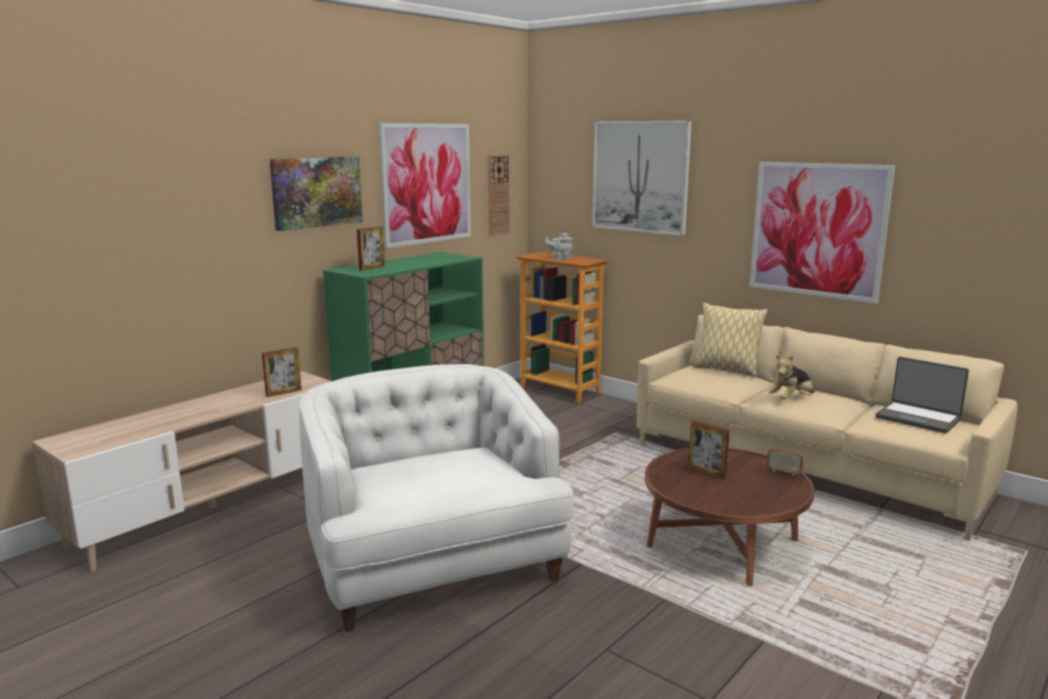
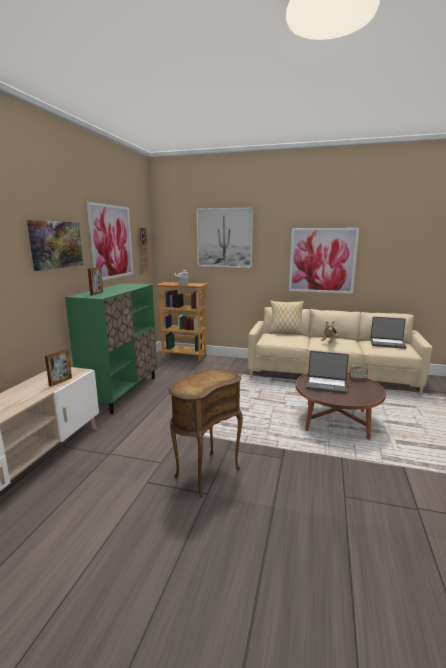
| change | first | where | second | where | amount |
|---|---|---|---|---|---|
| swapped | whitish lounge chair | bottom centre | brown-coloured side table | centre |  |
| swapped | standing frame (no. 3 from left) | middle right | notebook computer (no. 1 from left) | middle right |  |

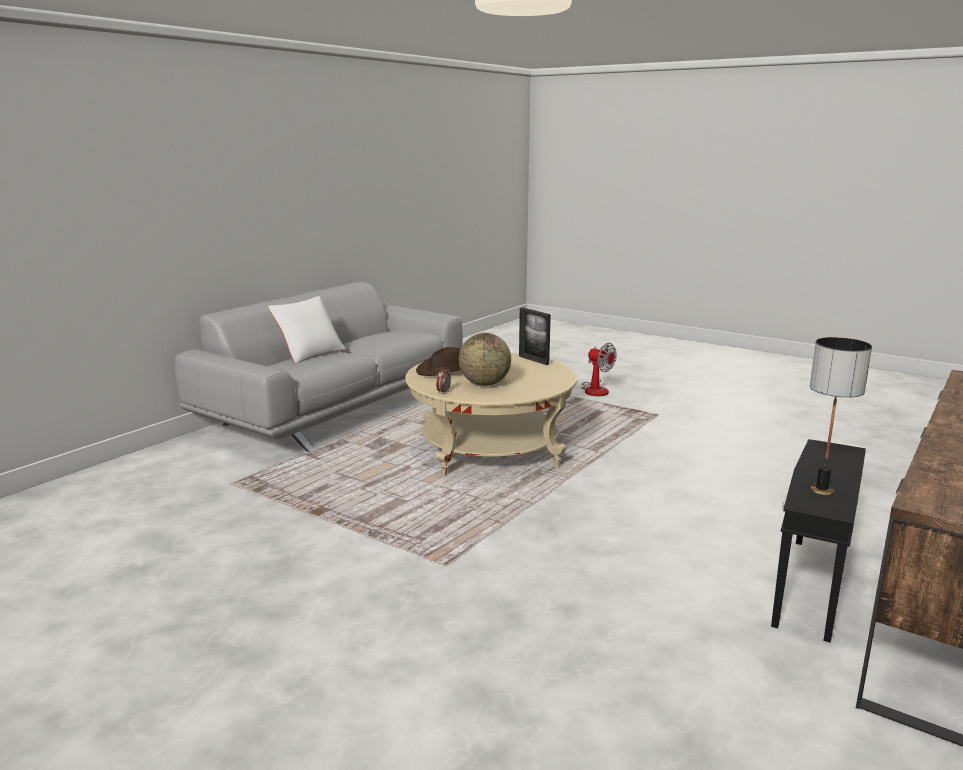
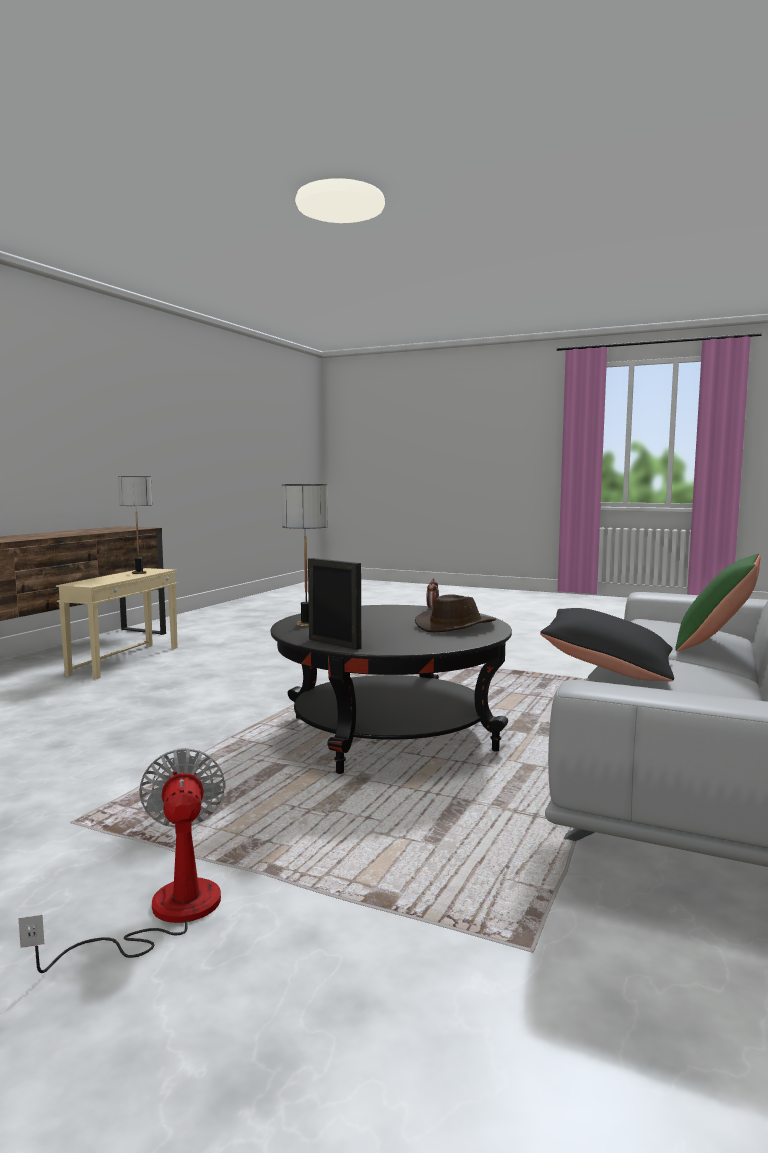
| change | first | where | second | where | amount |
|---|---|---|---|---|---|
| repainted | whitish pillow | middle left | green-coloured pillow | middle right |  |
| repainted | beige lounge table | centre | blackish lounge table | centre |  |
| gone | world globe | centre |  |  |  |
| rotated | fan | centre |  | bottom left | 45 degrees clockwise |
| repainted | blackish side table | bottom right | beige side table | middle left |  |
| new |  |  | lamp for a table (no. 2 from left) | centre |  |
| new |  |  | blackish pillow | middle right |  |

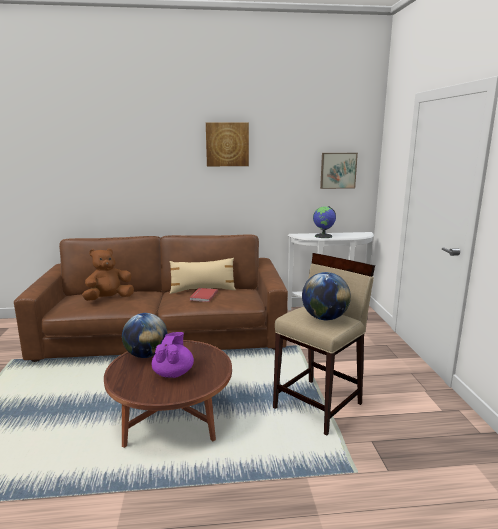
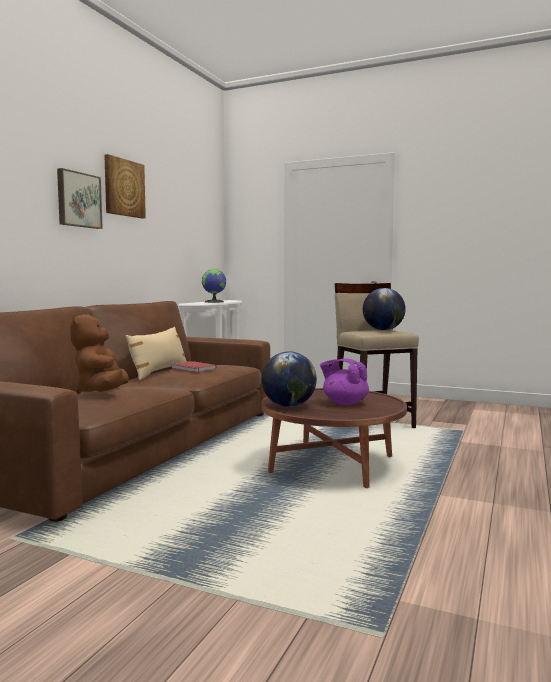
| change | first | where | second | where | amount |
|---|---|---|---|---|---|
| shifted | wall picture (no. 2 from left in the first image) | top right | wall picture (no. 1 from left) | top left |  |

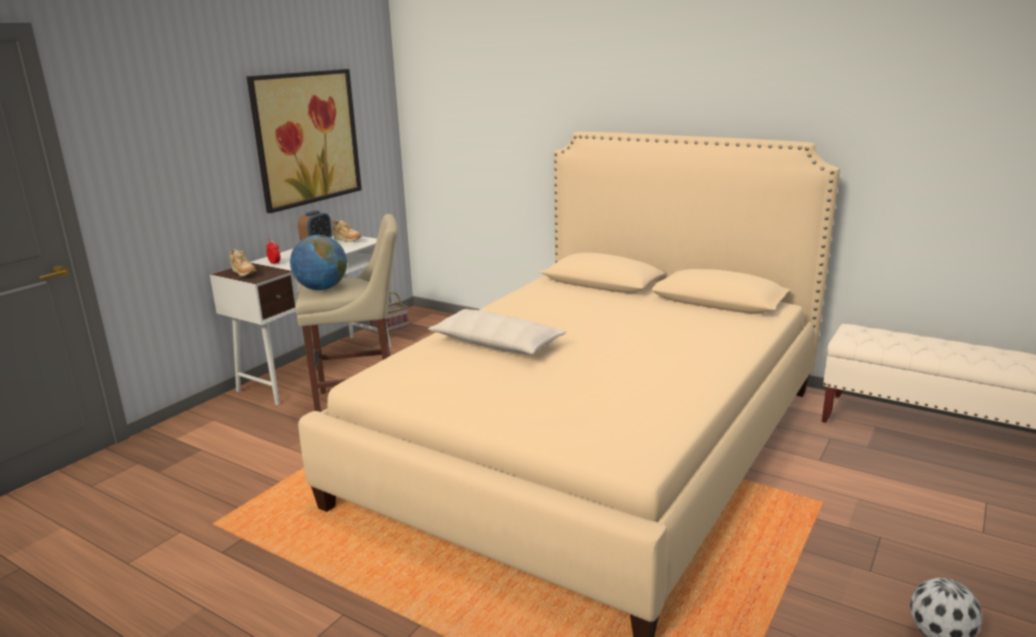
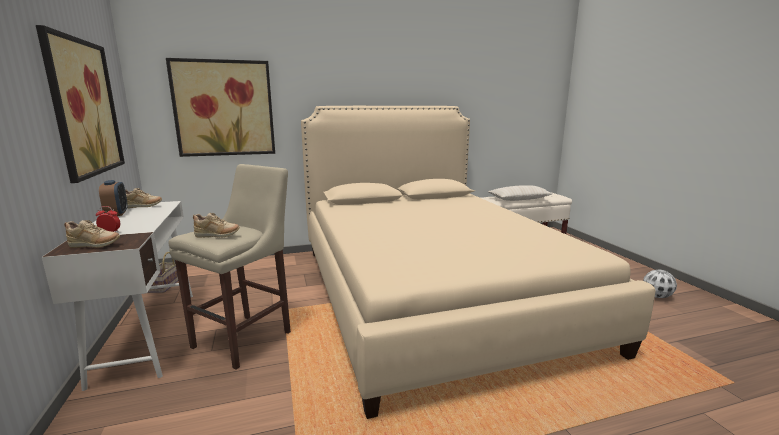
| change | first | where | second | where | amount |
|---|---|---|---|---|---|
| swapped | world globe | middle left | beige item of footwear (no. 3 from left) | middle left |  |
| shifted | beige pillow | centre |  | middle right |  |
| new |  |  | wall picture (no. 2 from left) | top left |  |

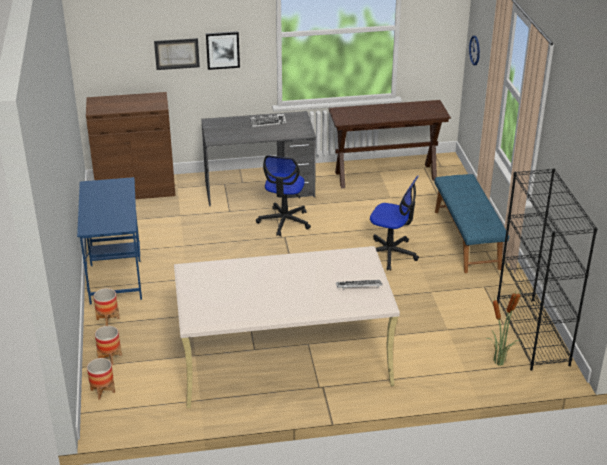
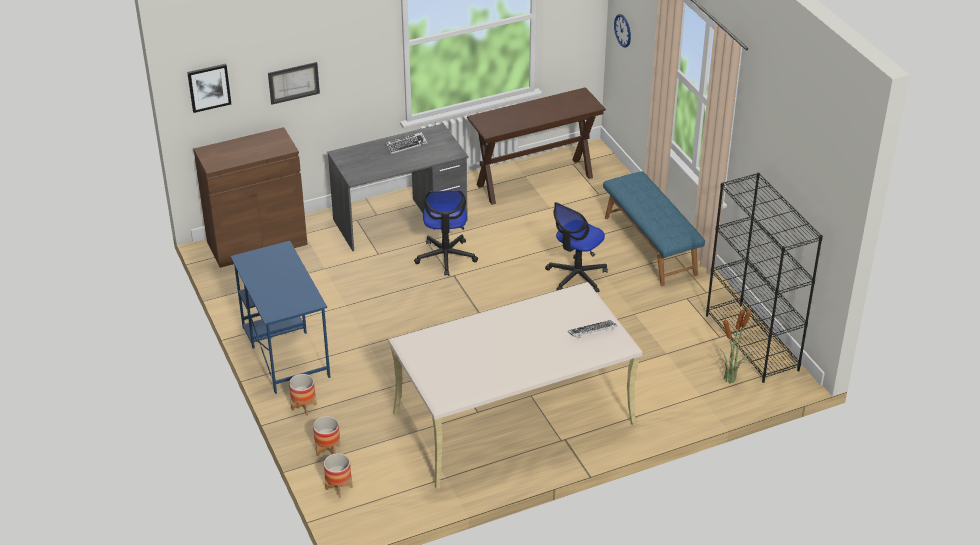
| change | first | where | second | where | amount |
|---|---|---|---|---|---|
| shifted | wall picture (no. 2 from left in the first image) | top centre | wall picture (no. 1 from left) | top left |  |
| rotated | office chair (no. 2 from left) | centre |  | centre | 120 degrees clockwise |

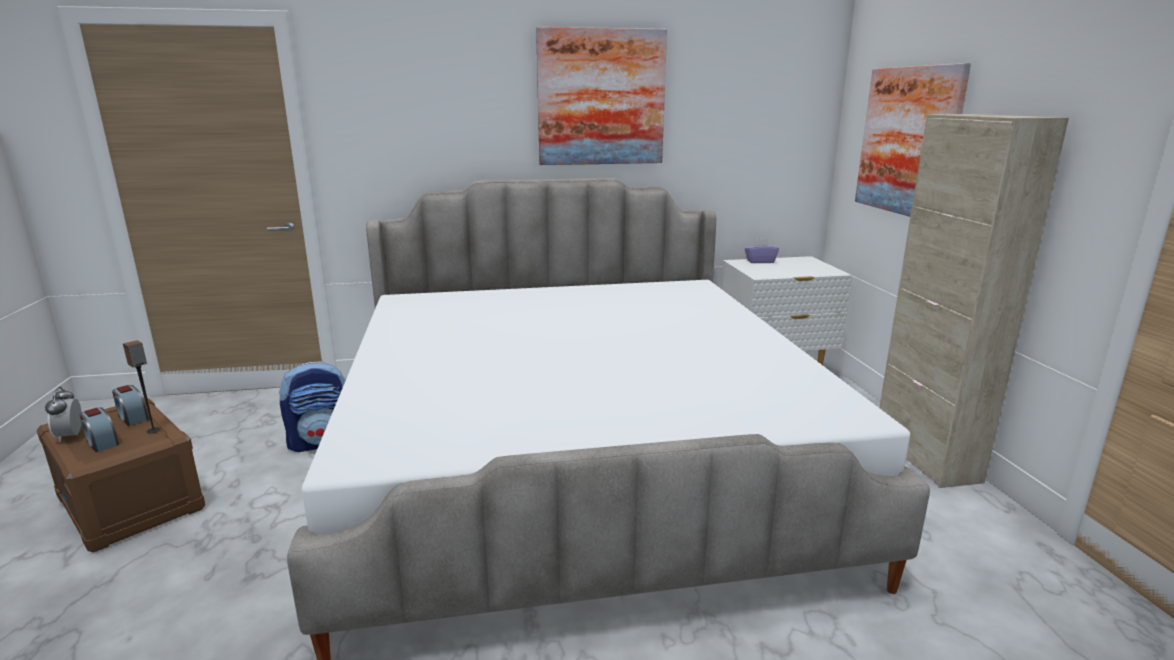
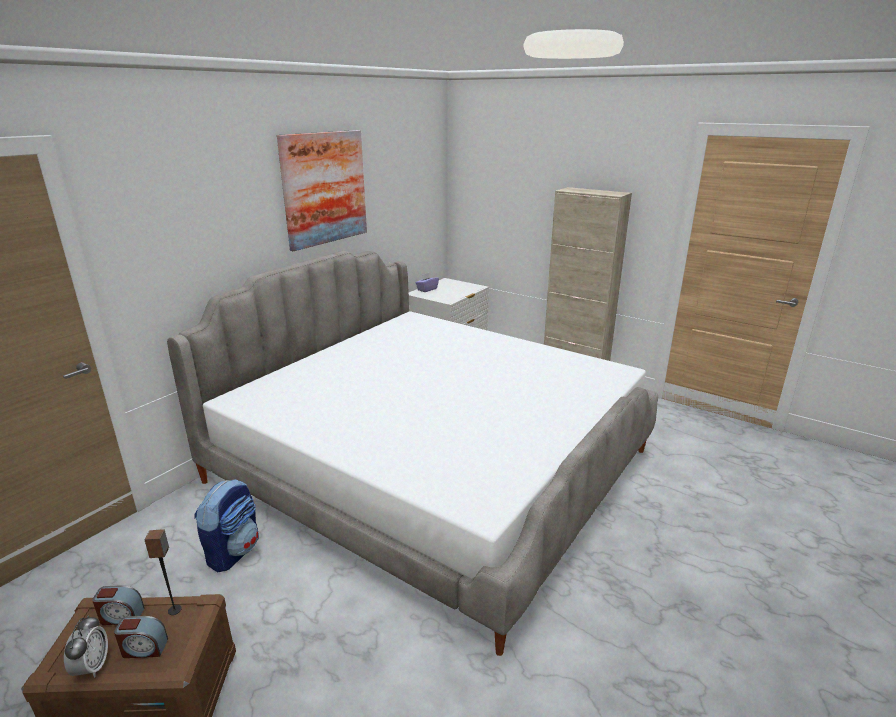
| change | first | where | second | where | amount |
|---|---|---|---|---|---|
| rotated | alarm clock (no. 1 from left) | middle left |  | bottom left | 120 degrees counterclockwise |
| gone | wall picture (no. 2 from left) | top right |  |  |  |

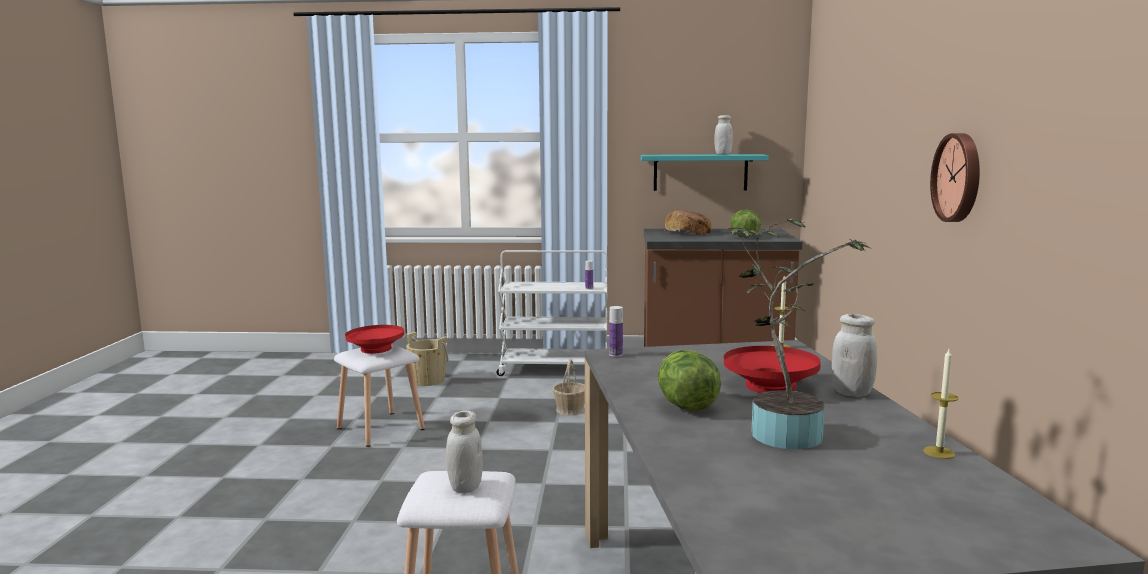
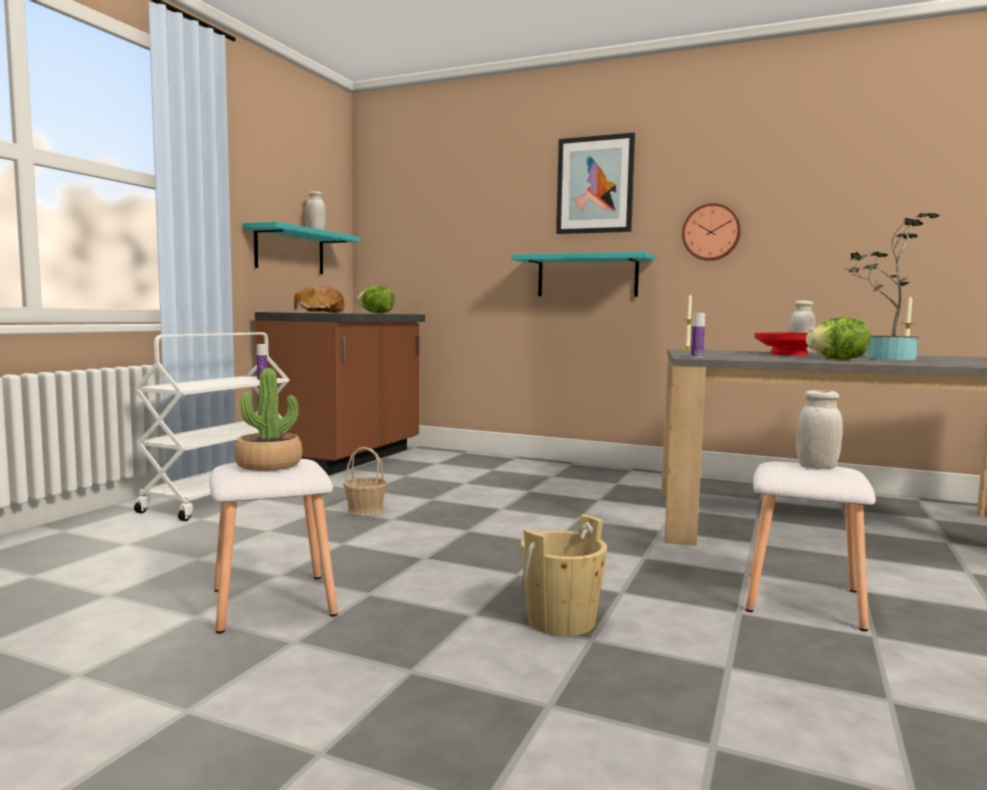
| change | first | where | second | where | amount |
|---|---|---|---|---|---|
| swapped | red bowl (no. 1 from left) | middle left | plant in a pot (no. 1 from left) | middle left |  |
| shifted | beige water bucket | centre |  | bottom centre |  |
| new |  |  | blue-green bracket shelf (no. 2 from left) | centre |  |
| new |  |  | wall picture | top centre |  |

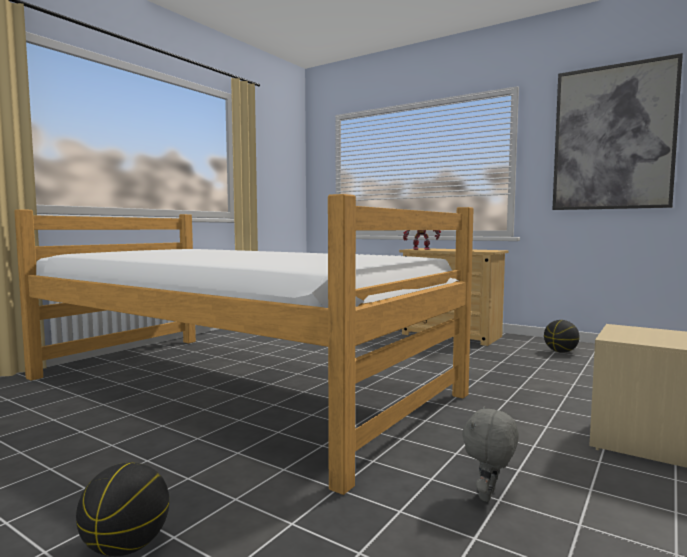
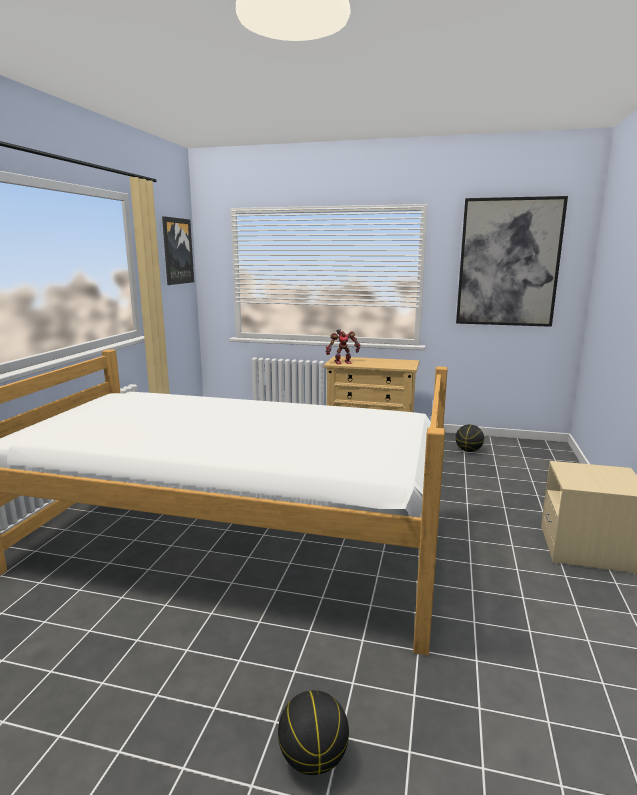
| change | first | where | second | where | amount |
|---|---|---|---|---|---|
| gone | gray soft toy | bottom right |  |  |  |
| new |  |  | wall picture (no. 1 from left) | top left |  |

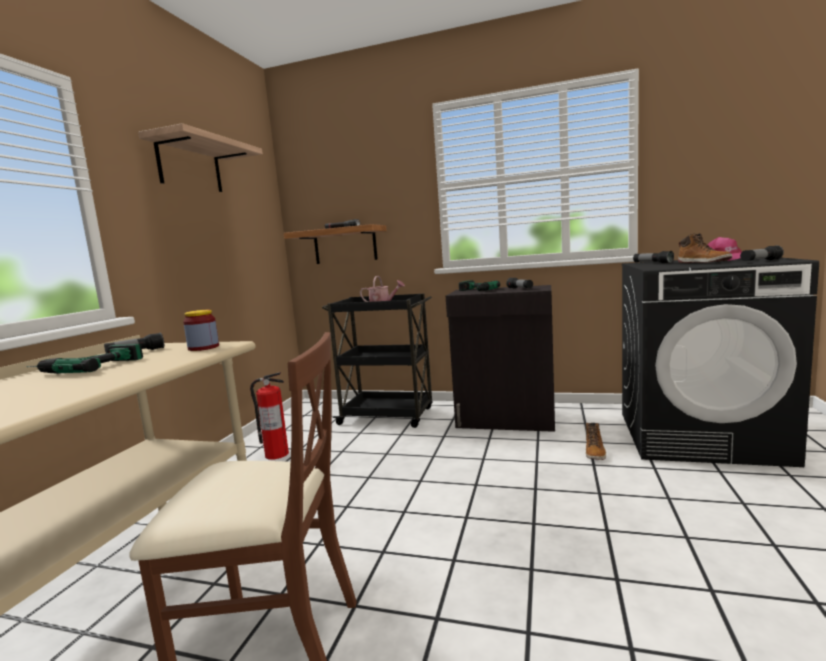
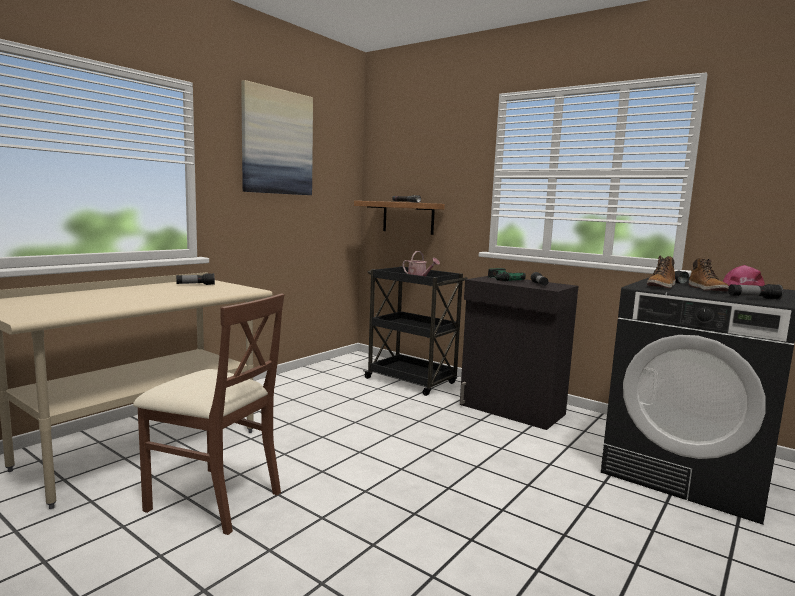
| change | first | where | second | where | amount |
|---|---|---|---|---|---|
| gone | power drill (no. 1 from left) | middle left |  |  |  |
| swapped | bracket shelf (no. 1 from left) | top left | wall picture | top centre |  |
| gone | storage jar | middle left |  |  |  |
| gone | fire-fighting cylinder | middle left |  |  |  |
| shifted | tall boot (no. 1 from left) | bottom right |  | middle right |  |

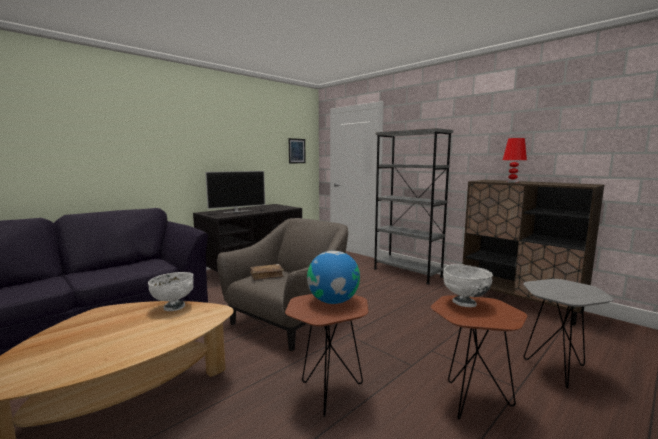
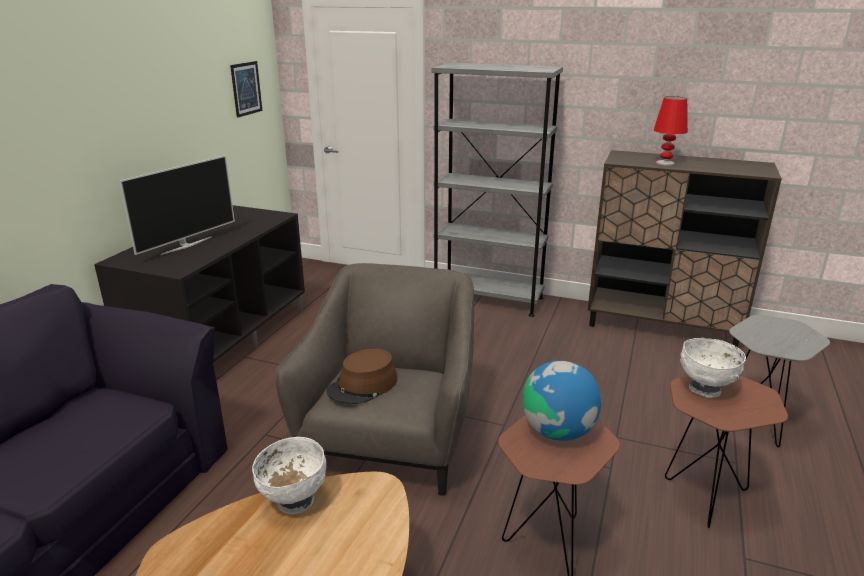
| change | first | where | second | where | amount |
|---|---|---|---|---|---|
| swapped | brown-coloured bound book | centre | brown-coloured hat | centre |  |

